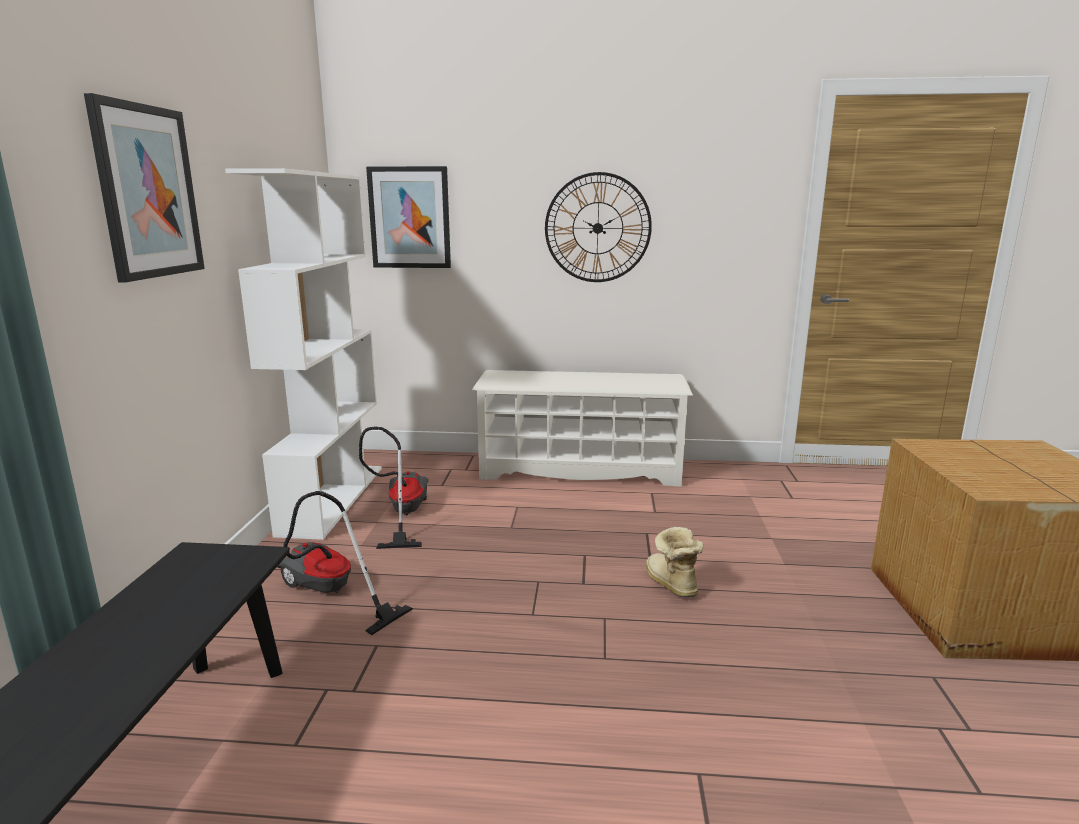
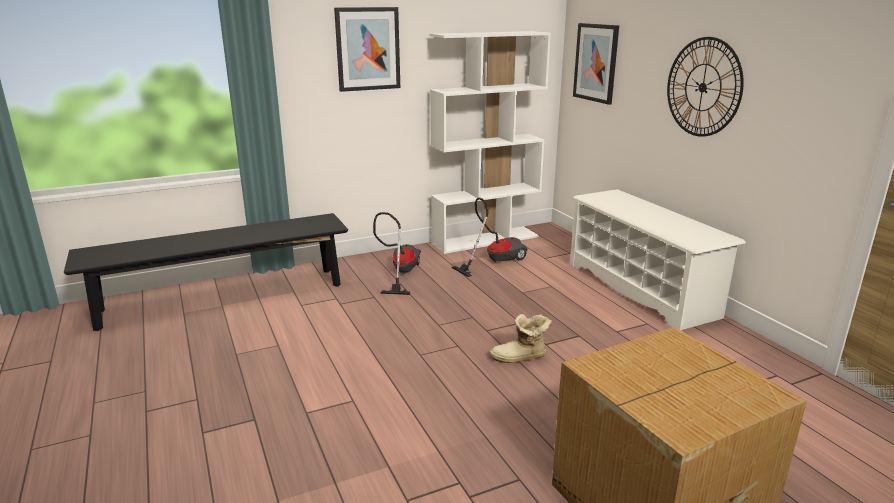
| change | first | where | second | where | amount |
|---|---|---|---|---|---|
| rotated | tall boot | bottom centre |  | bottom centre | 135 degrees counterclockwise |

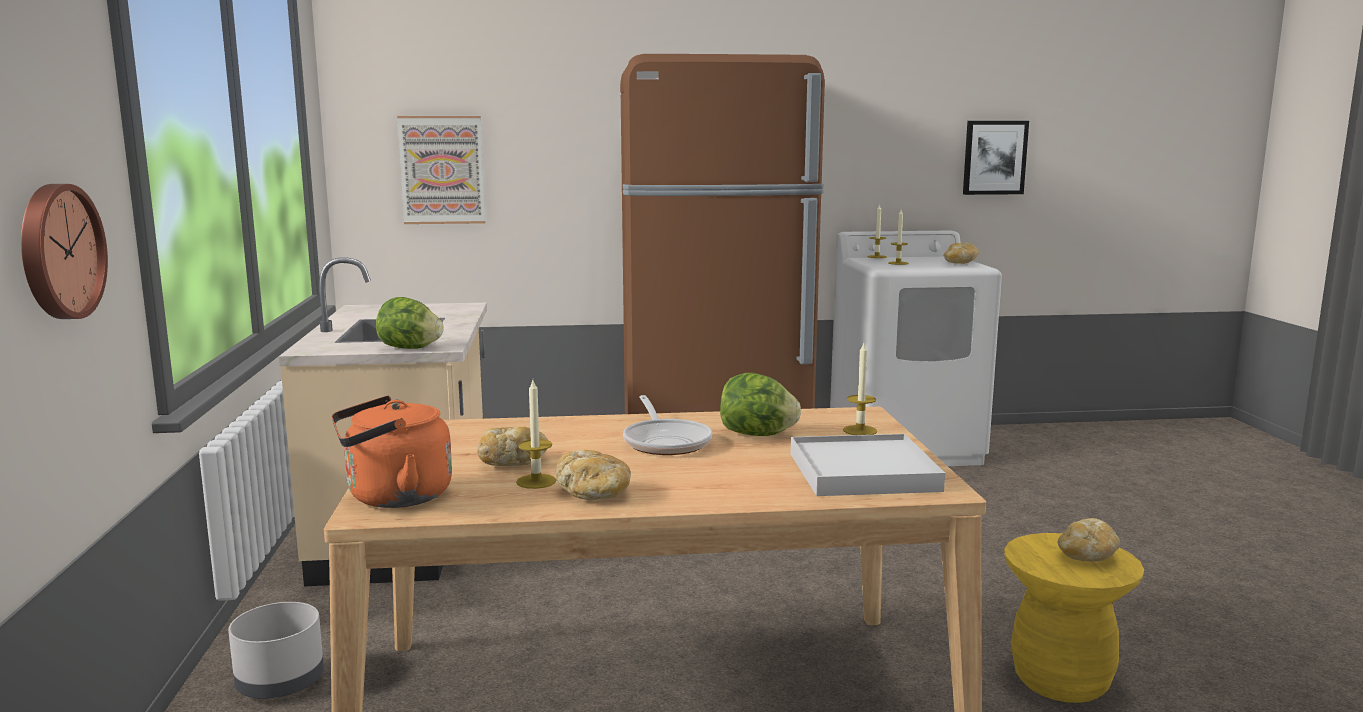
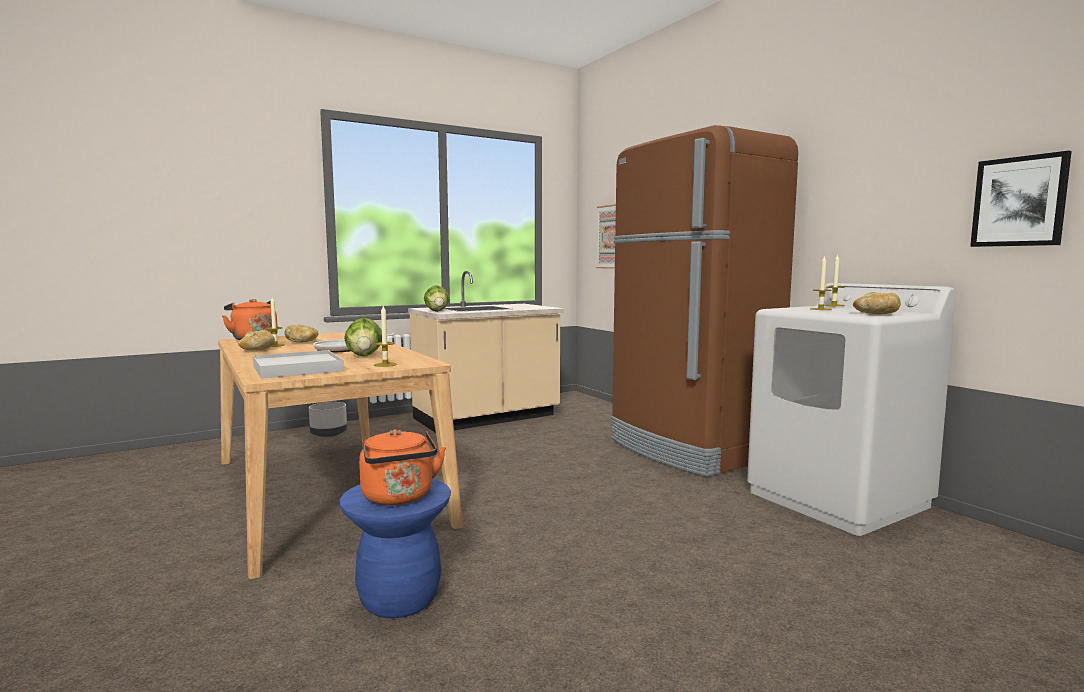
| change | first | where | second | where | amount |
|---|---|---|---|---|---|
| gone | hanging clock | middle left |  |  |  |
| repainted | yellow-coloured stool | bottom right | blue stool | bottom centre |  |
| swapped | bakery bread (no. 4 from left) | bottom right | orange kettle (no. 2 from left) | bottom centre |  |

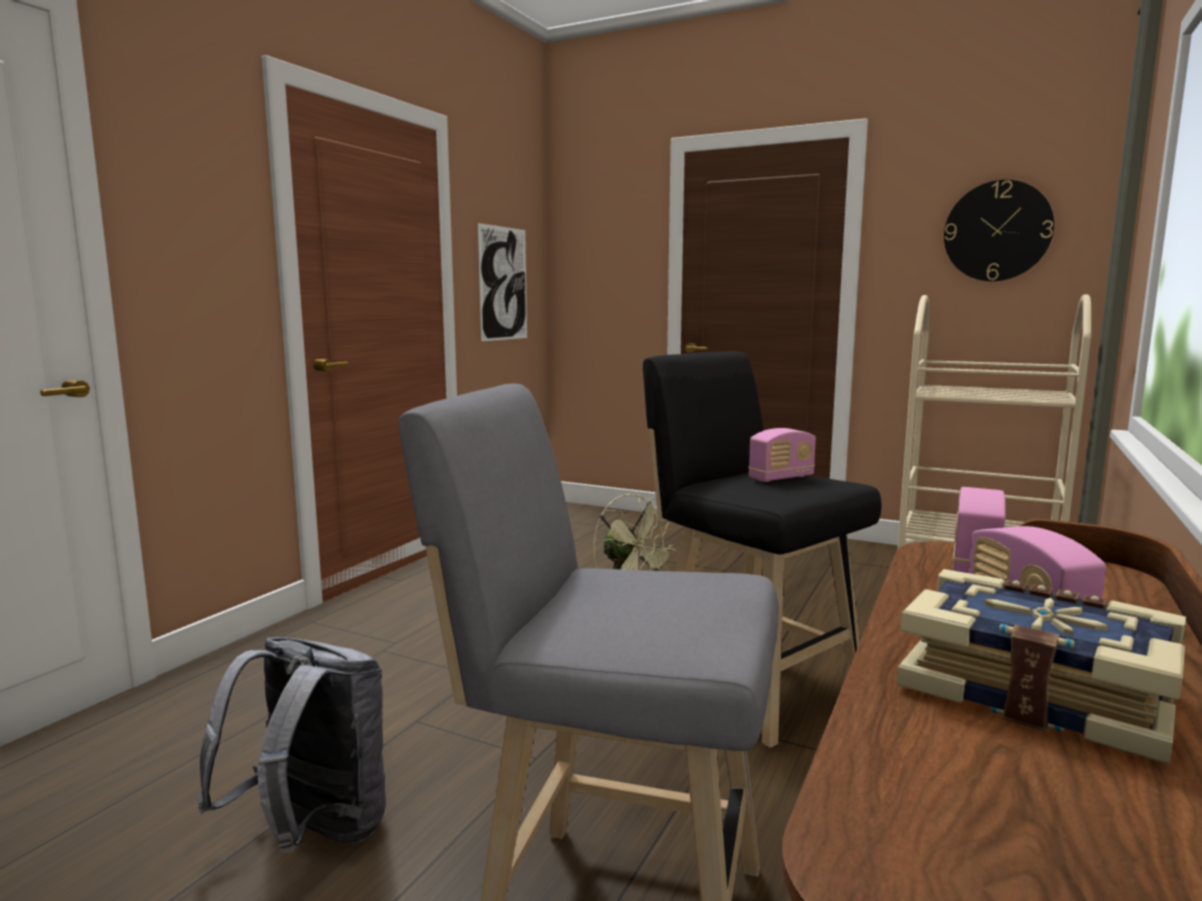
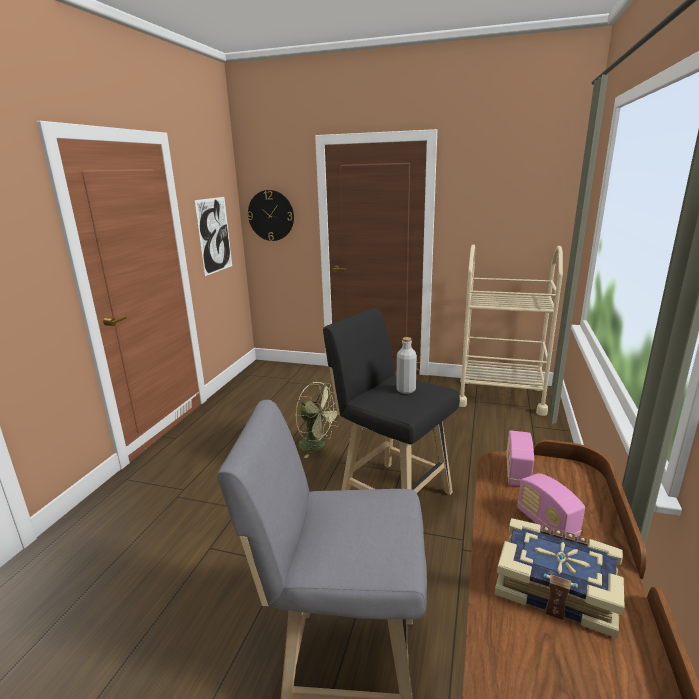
| change | first | where | second | where | amount |
|---|---|---|---|---|---|
| gone | gray rucksack | bottom left |  |  |  |
| swapped | radio set (no. 1 from left) | centre | gray drink bottle | centre |  |
| shifted | hanging clock | top right |  | top centre |  |

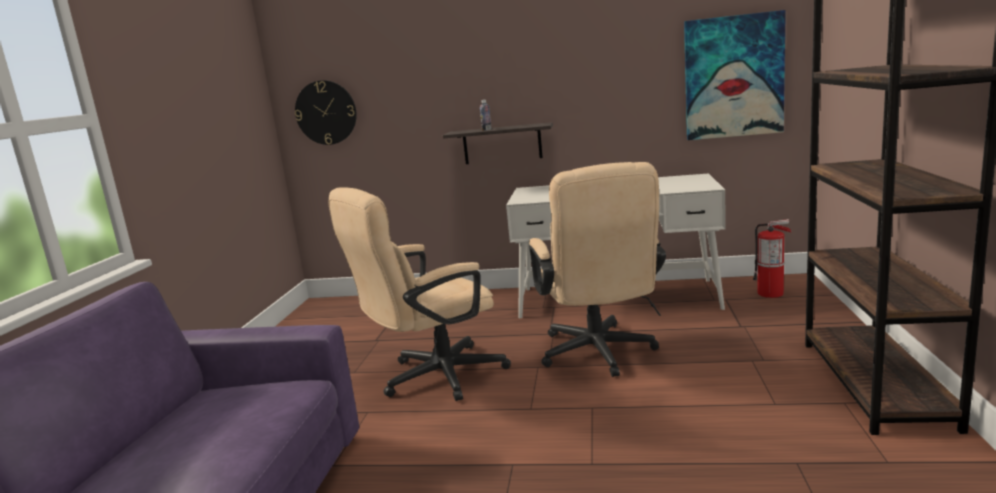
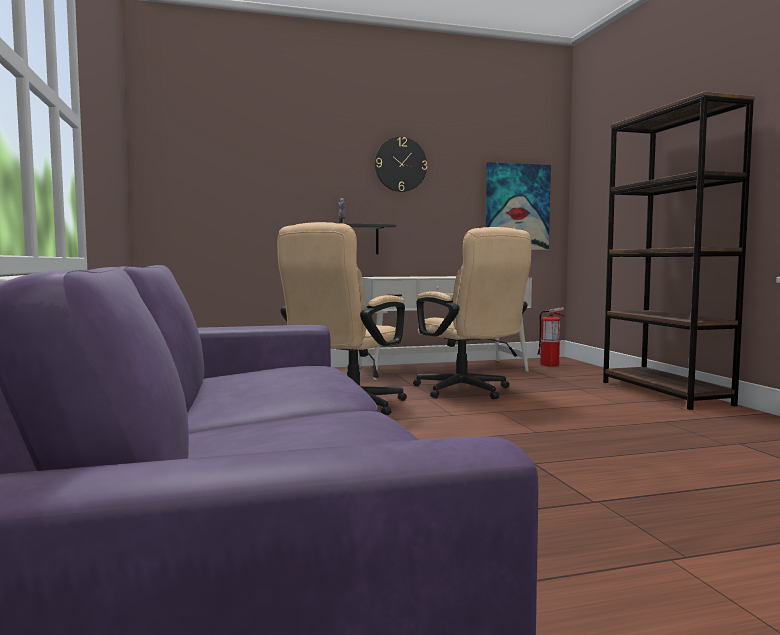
| change | first | where | second | where | amount |
|---|---|---|---|---|---|
| shifted | hanging clock | top left |  | top centre |  |

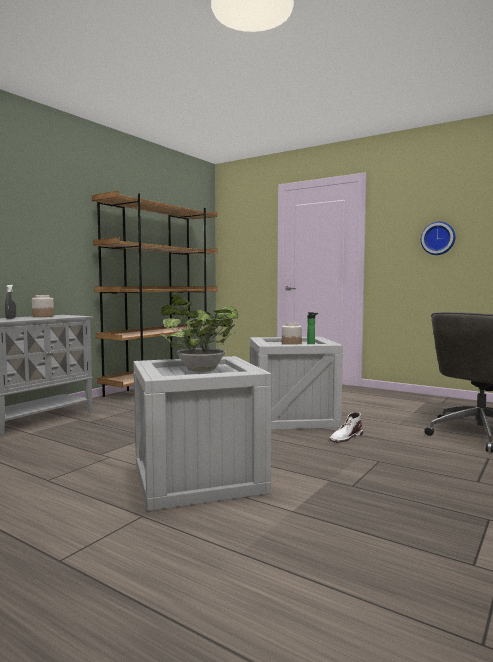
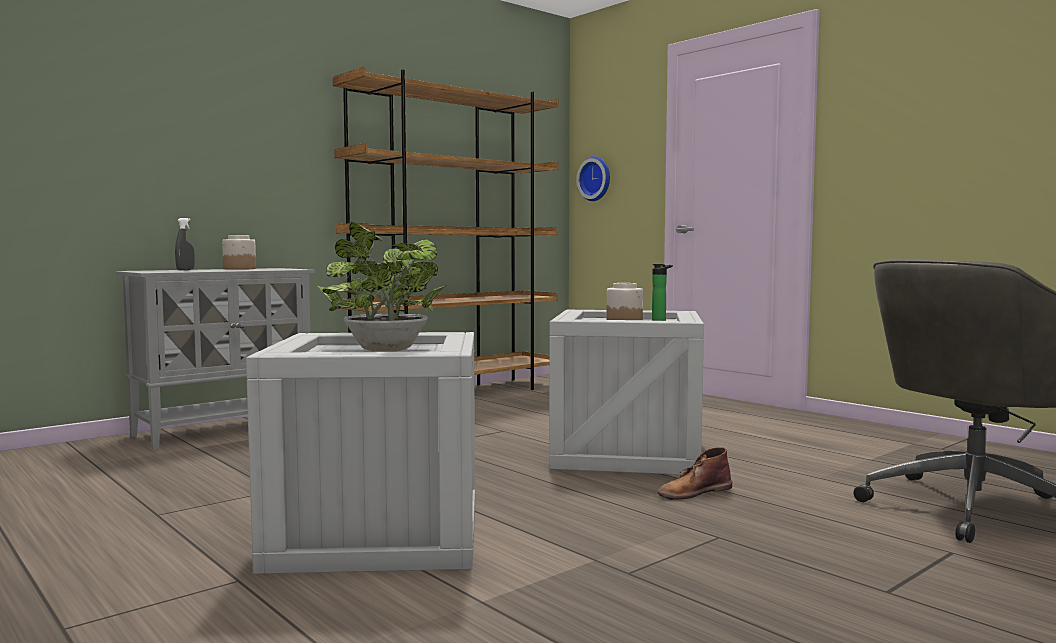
| change | first | where | second | where | amount |
|---|---|---|---|---|---|
| repainted | whitish tall boot | middle right | brown-coloured tall boot | bottom centre |  |
| shifted | hanging clock | middle right |  | top centre |  |

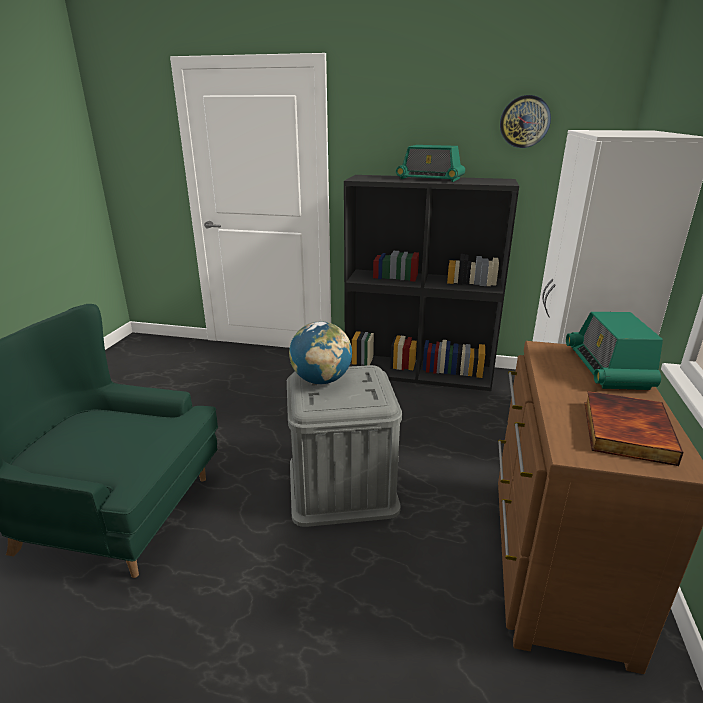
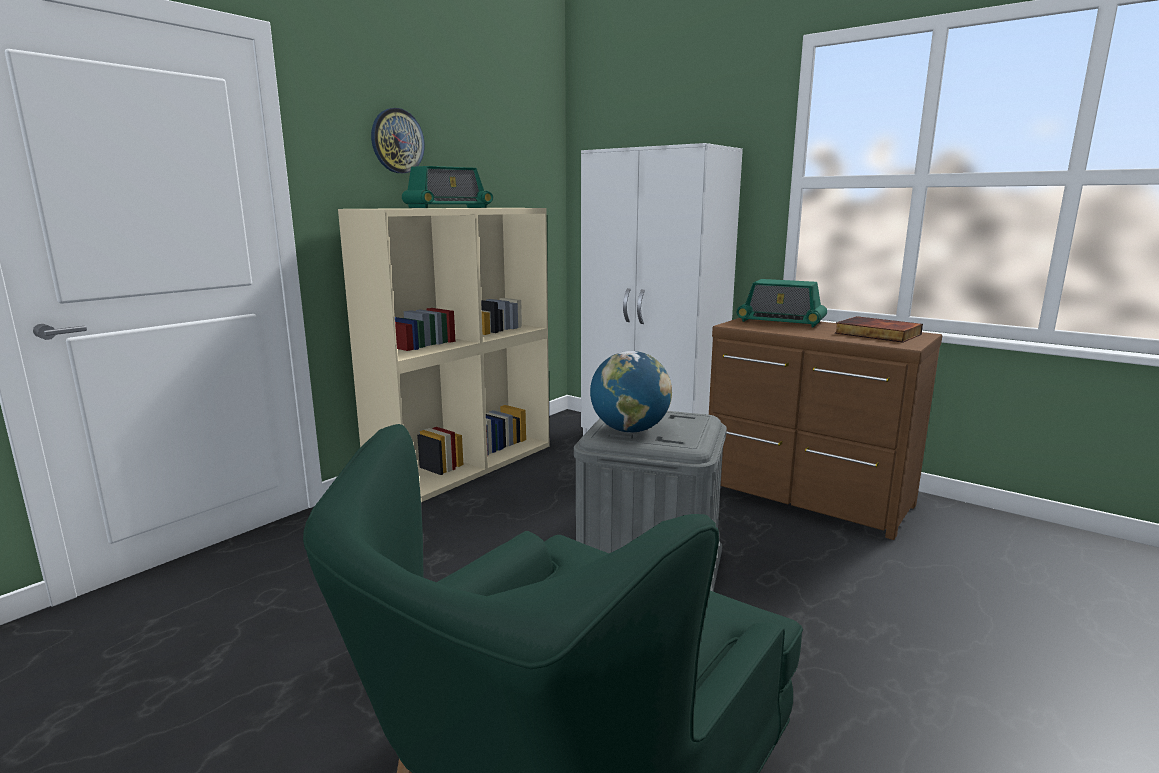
| change | first | where | second | where | amount |
|---|---|---|---|---|---|
| repainted | blackish bookshelf | centre | beige bookshelf | centre |  |
| shifted | hanging clock | top right |  | top centre |  |

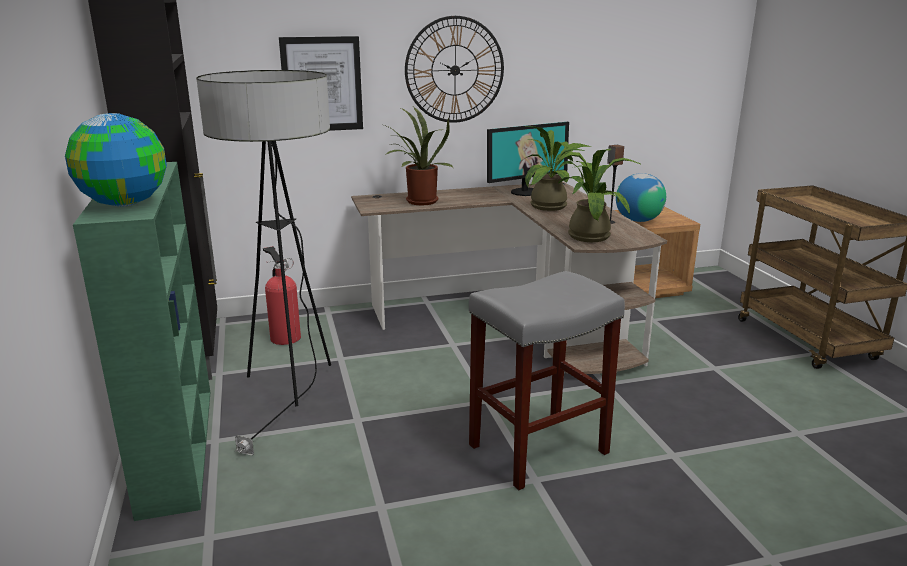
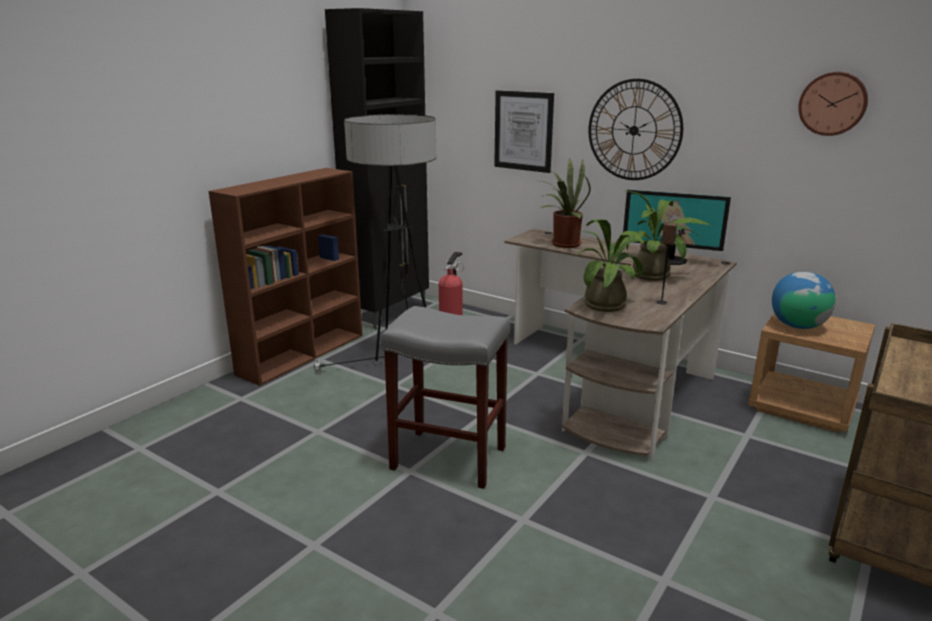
| change | first | where | second | where | amount |
|---|---|---|---|---|---|
| gone | world globe (no. 1 from left) | top left |  |  |  |
| repainted | green-coloured bookshelf | middle left | brown-coloured bookshelf | middle left |  |
| new |  |  | hanging clock (no. 2 from left) | top right |  |

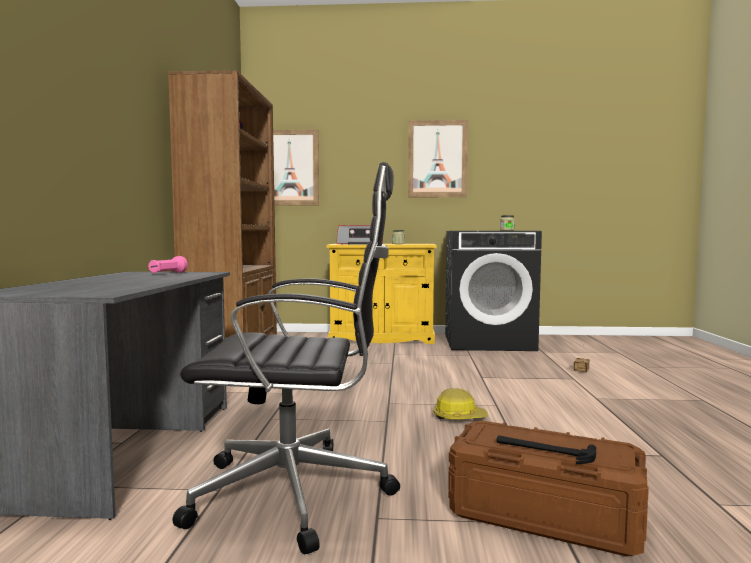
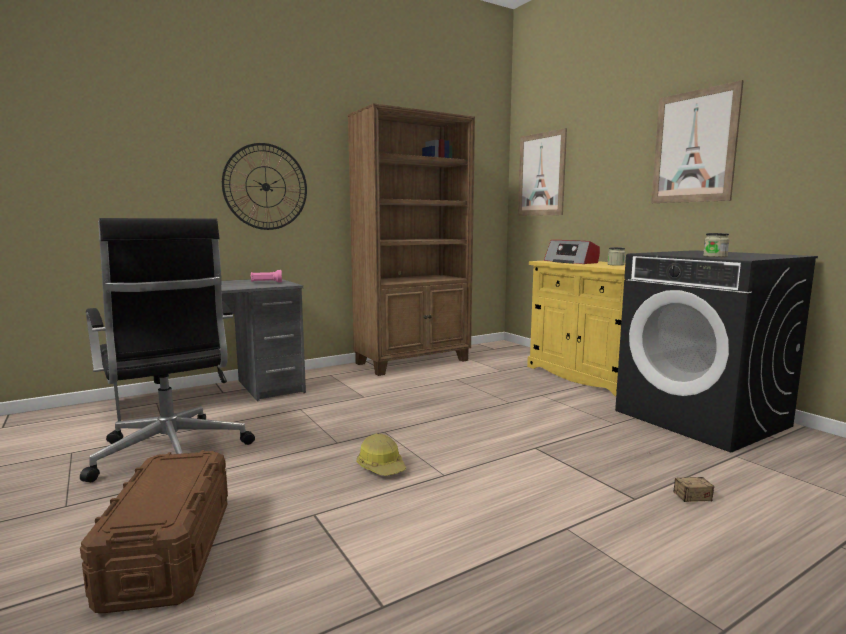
| change | first | where | second | where | amount |
|---|---|---|---|---|---|
| gone | hand hammer | bottom right |  |  |  |
| new |  |  | hanging clock | top left |  |

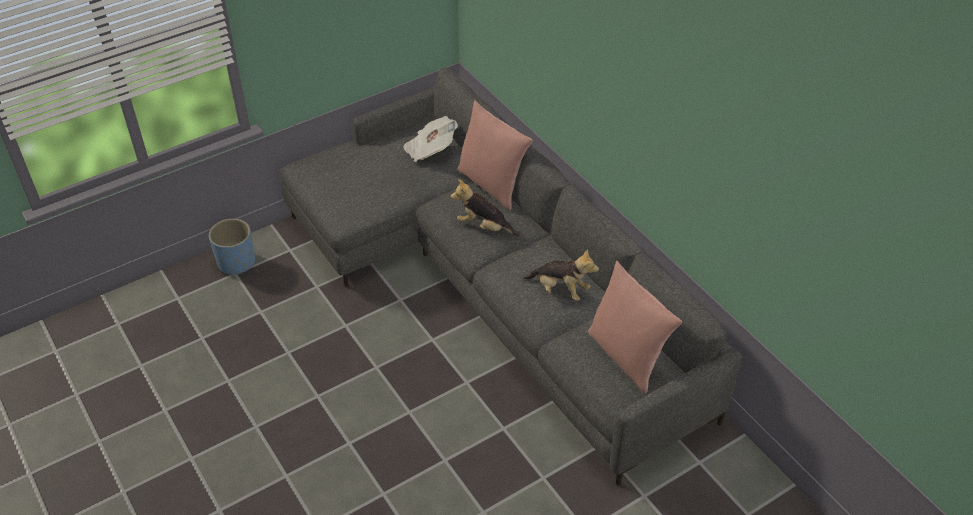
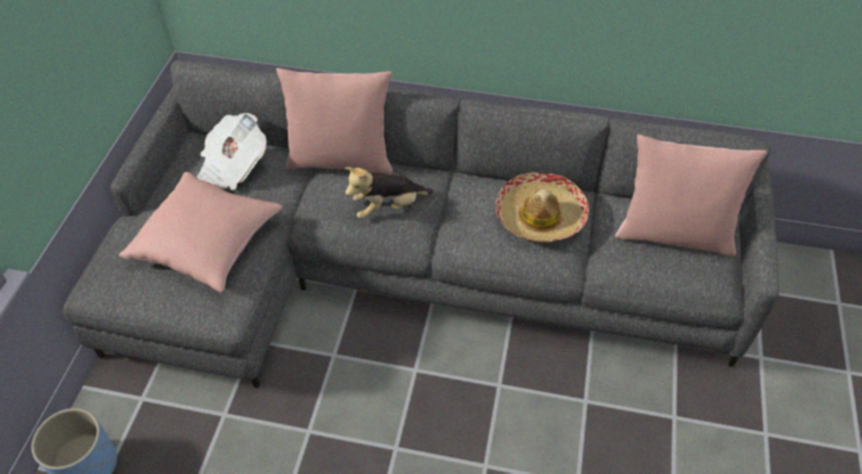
| change | first | where | second | where | amount |
|---|---|---|---|---|---|
| swapped | soft toy (no. 2 from left) | centre | hat | centre |  |
| new |  |  | pink pillow (no. 1 from left) | middle left |  |

